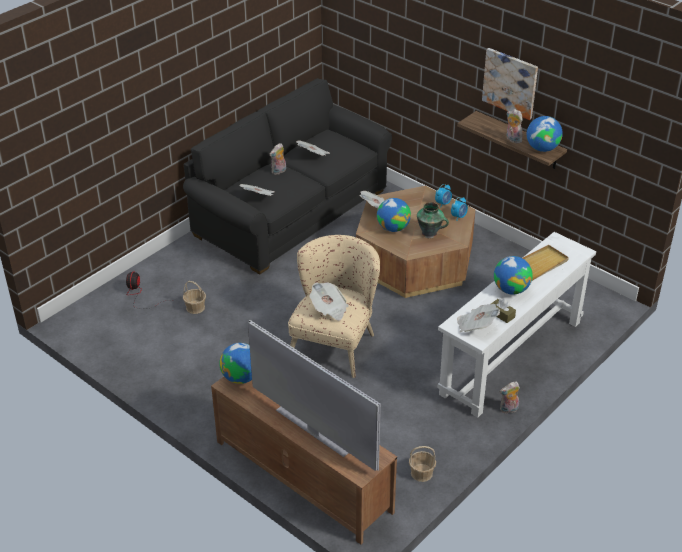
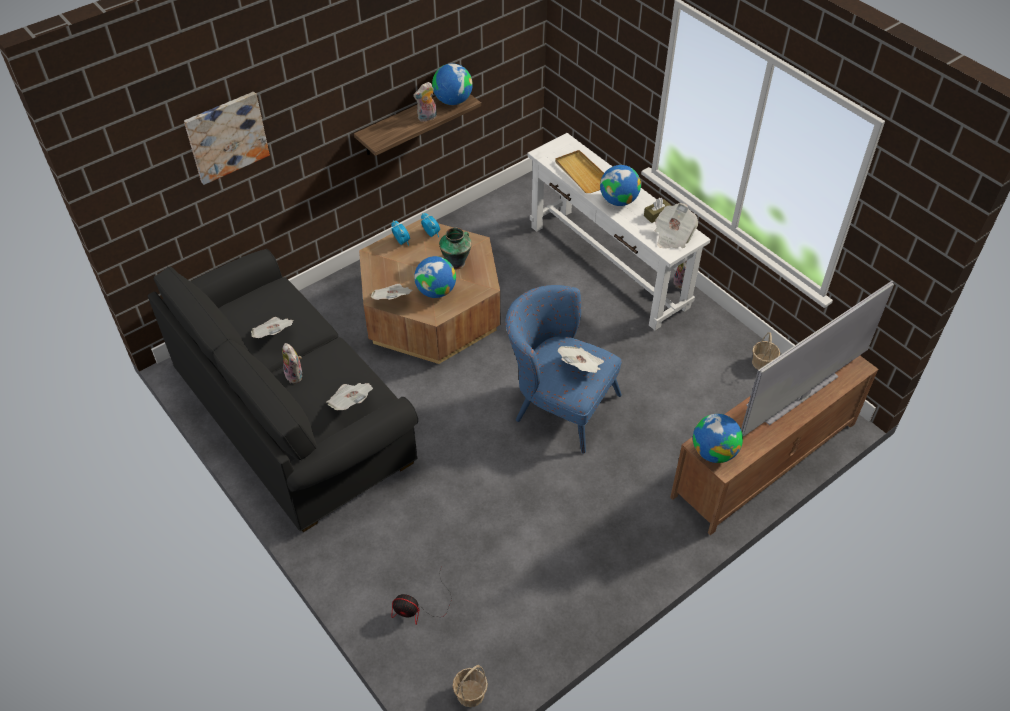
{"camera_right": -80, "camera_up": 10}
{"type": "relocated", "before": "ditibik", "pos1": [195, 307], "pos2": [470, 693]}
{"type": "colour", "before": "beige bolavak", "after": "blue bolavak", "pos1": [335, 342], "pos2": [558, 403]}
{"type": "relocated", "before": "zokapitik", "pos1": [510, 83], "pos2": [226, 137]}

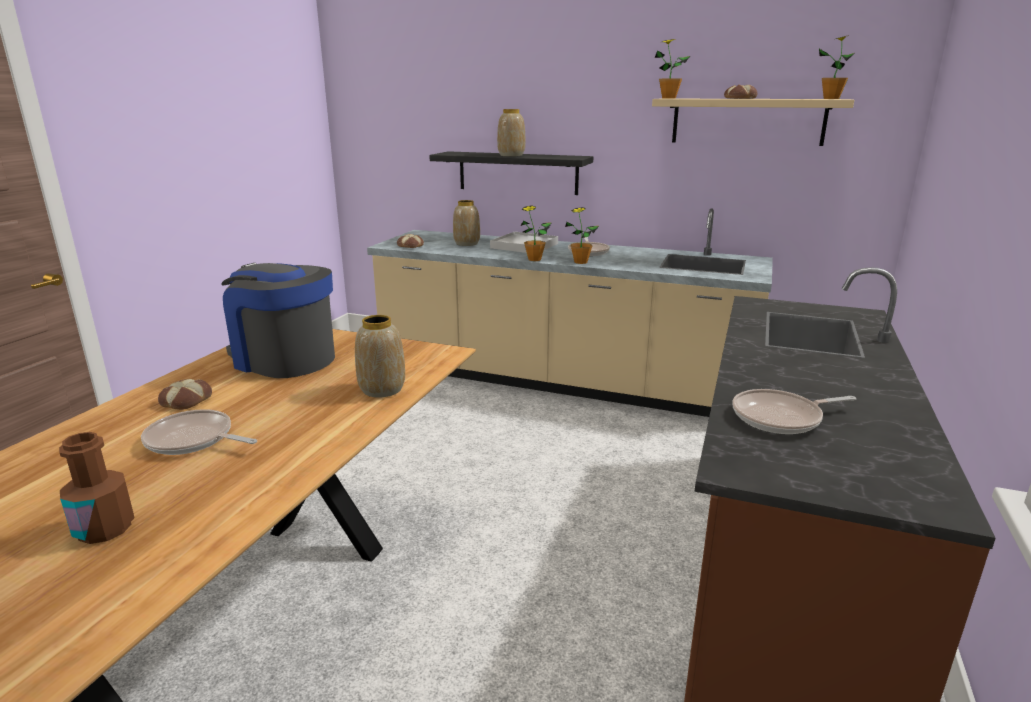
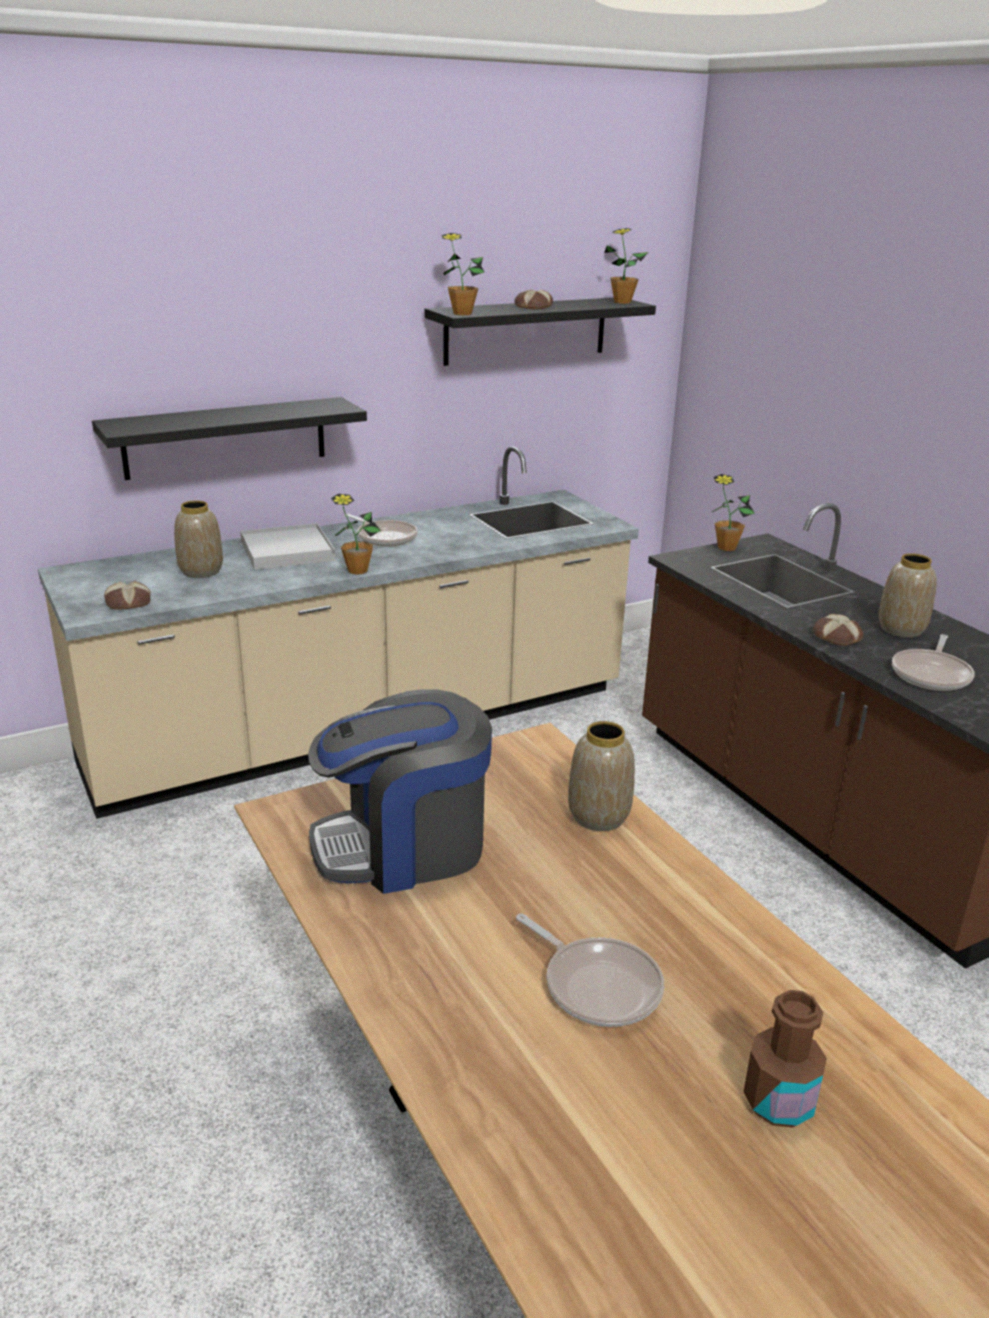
{"camera_right": -50, "camera_up": 5}
{"type": "spun", "before": "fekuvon", "pos1": [193, 440], "pos2": [597, 985], "turn": -105}
{"type": "relocated", "before": "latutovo", "pos1": [185, 400], "pos2": [835, 637]}
{"type": "relocated", "before": "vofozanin", "pos1": [511, 155], "pos2": [901, 629]}
{"type": "relocated", "before": "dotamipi", "pos1": [580, 262], "pos2": [726, 548]}
{"type": "colour", "before": "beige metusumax", "after": "black metusumax", "pos1": [747, 121], "pos2": [526, 330]}

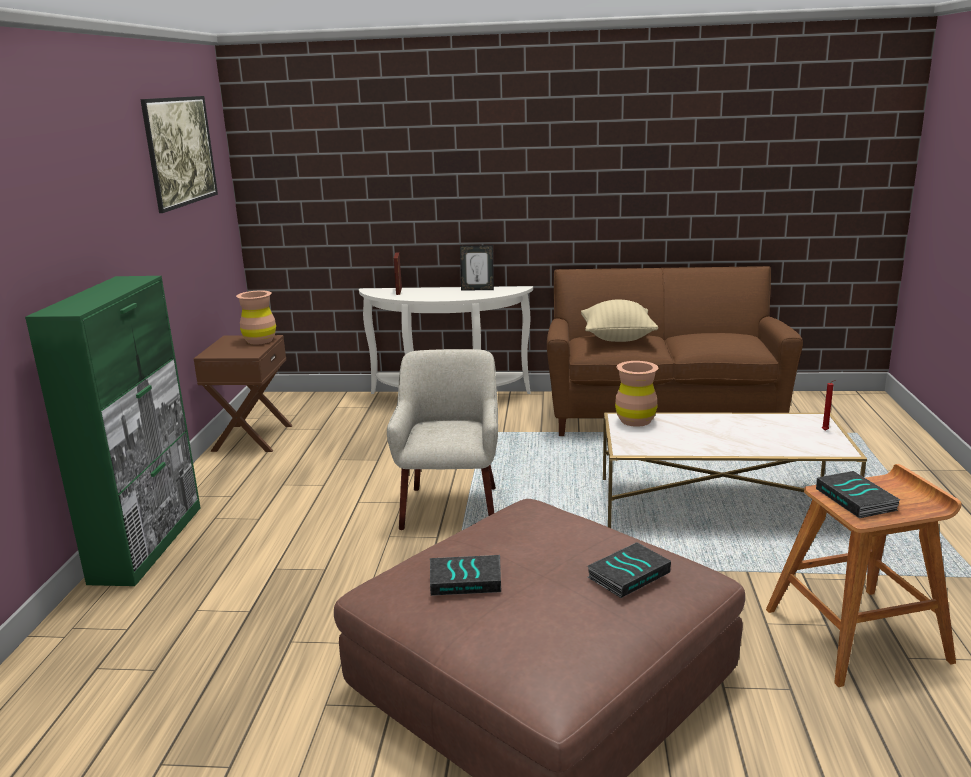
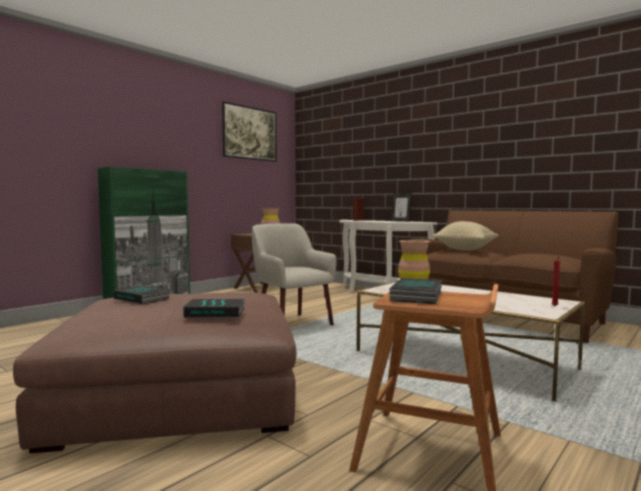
{"camera_right": 35, "camera_up": -15}
{"type": "spun", "before": "beige bolavak", "pos1": [451, 507], "pos2": [292, 323], "turn": -75}

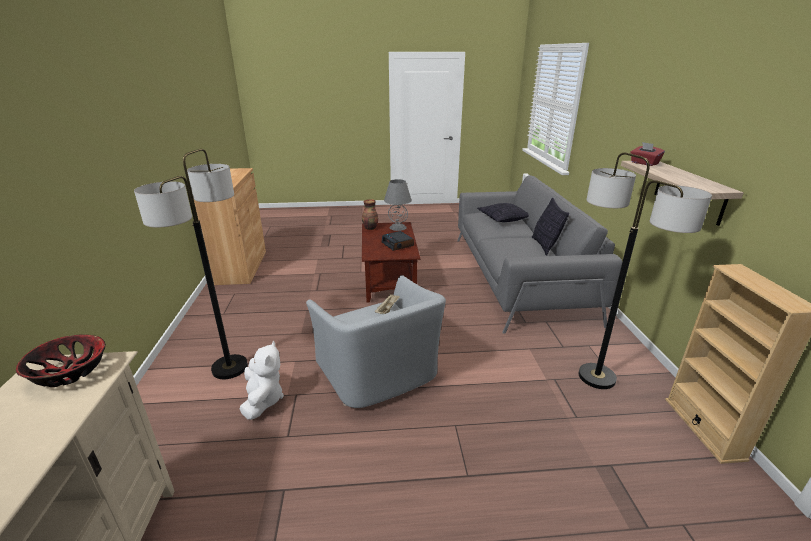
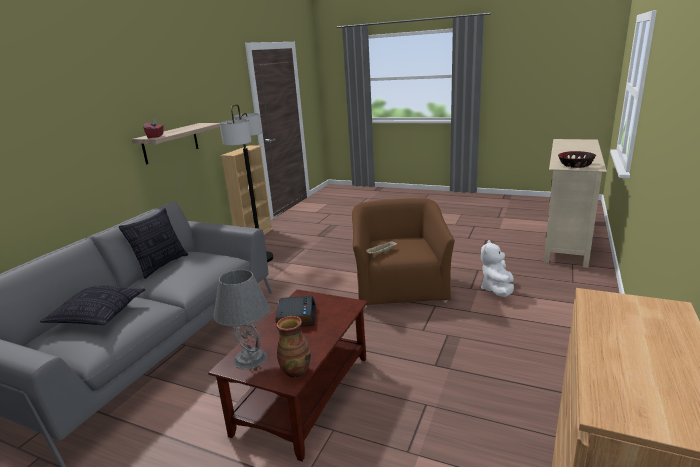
{"camera_right": -150, "camera_up": -5}
{"type": "missing", "before": "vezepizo", "pos1": [229, 368]}
{"type": "colour", "before": "grey bolavak", "after": "brown bolavak", "pos1": [379, 373], "pos2": [400, 287]}

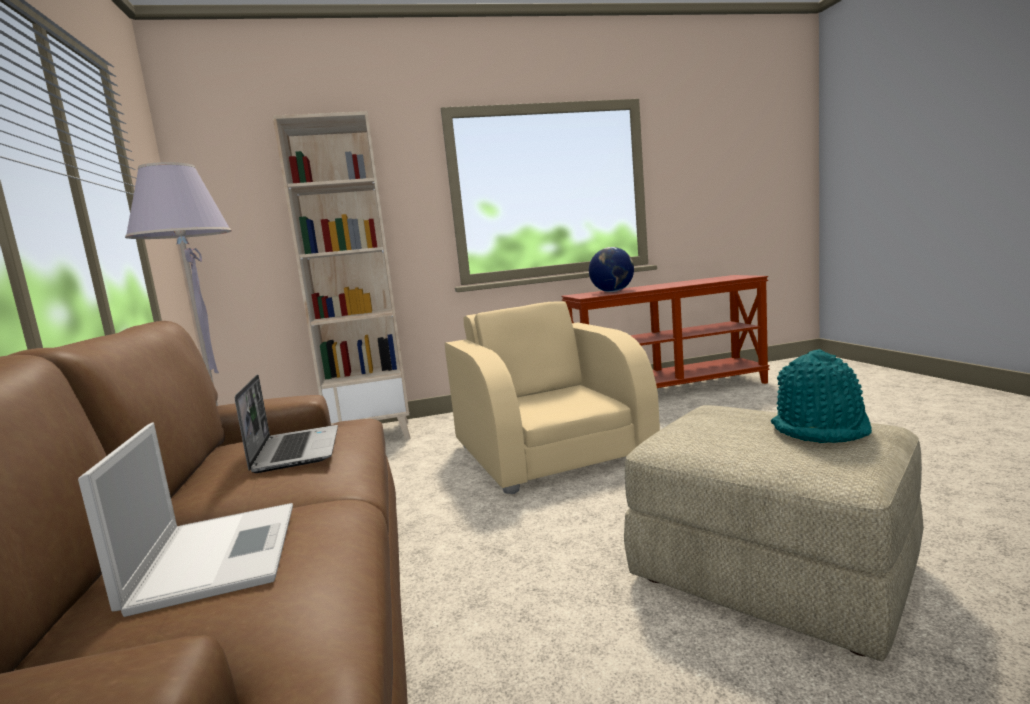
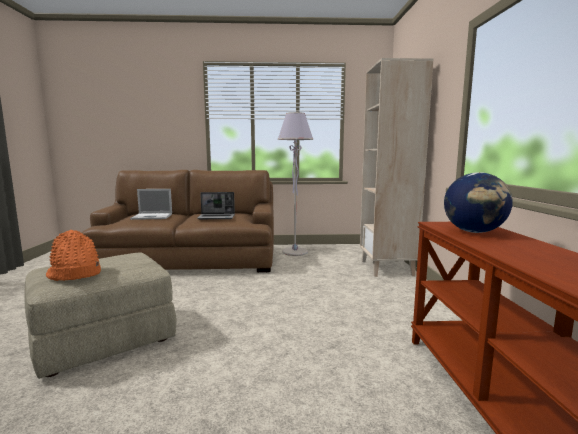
{"camera_right": 100, "camera_up": 0}
{"type": "missing", "before": "beige bolavak", "pos1": [550, 451]}
{"type": "colour", "before": "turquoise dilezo", "after": "orange dilezo", "pos1": [820, 429], "pos2": [74, 274]}

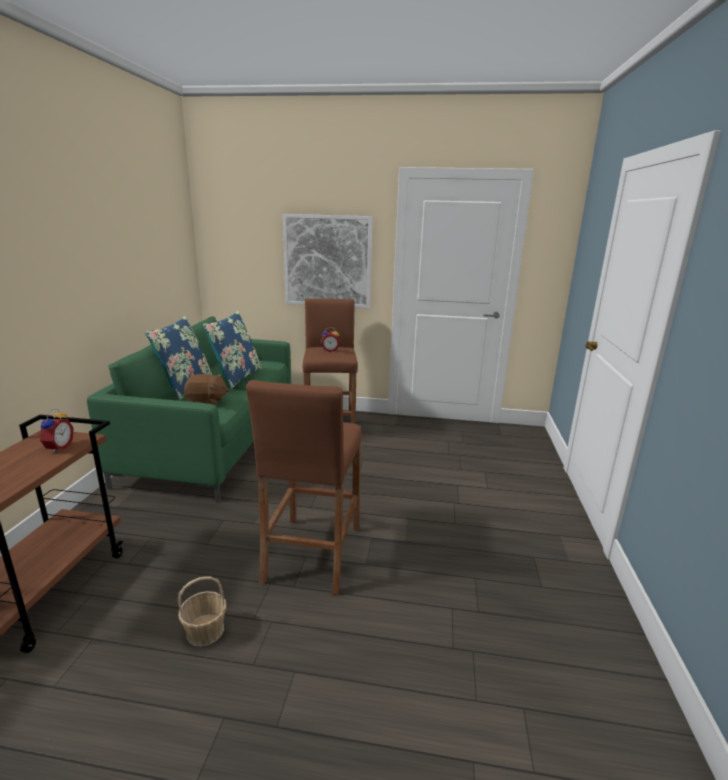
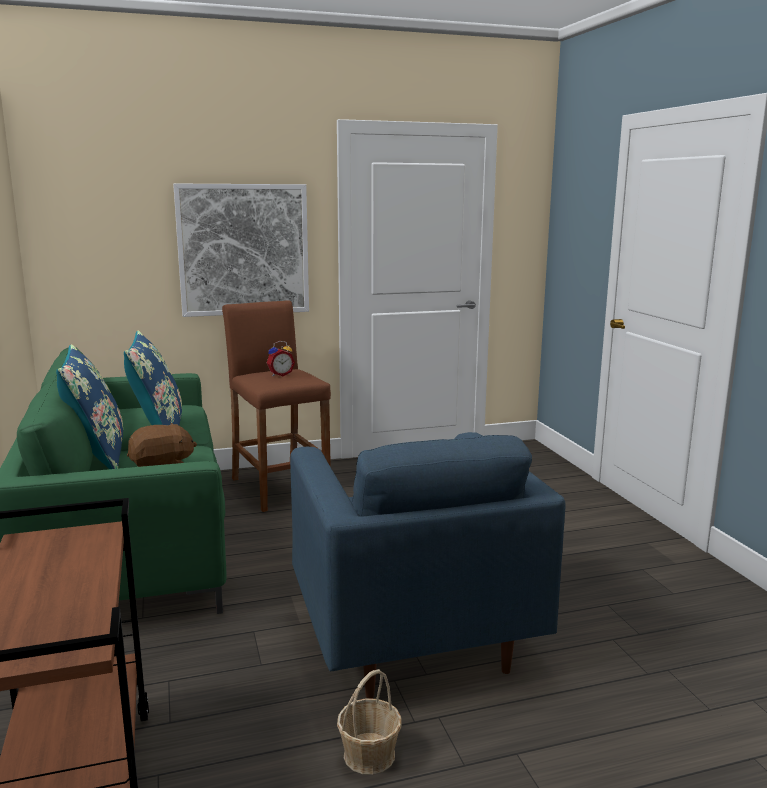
{"camera_right": -25, "camera_up": -5}
{"type": "missing", "before": "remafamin", "pos1": [58, 447]}
{"type": "exchanged", "before": "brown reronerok", "after": "blue bolavak", "pos1": [312, 554], "pos2": [412, 634]}

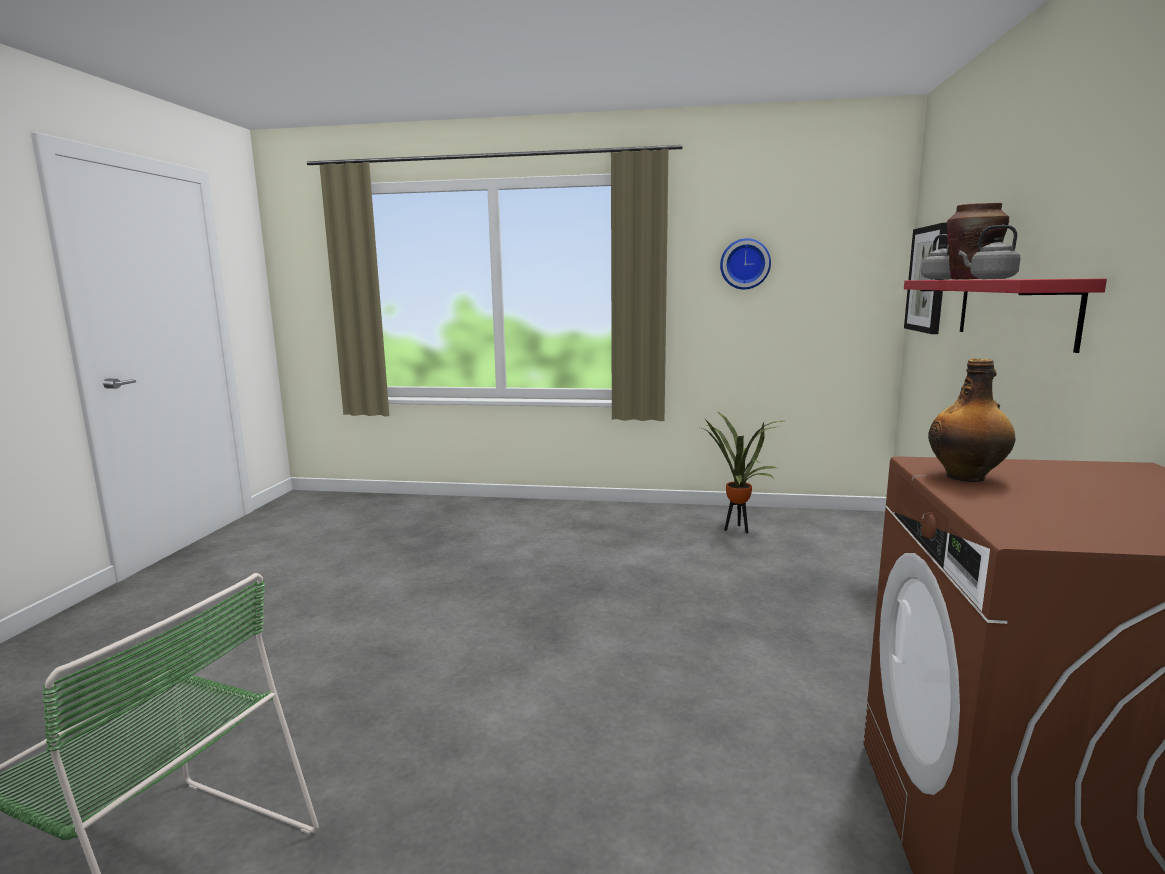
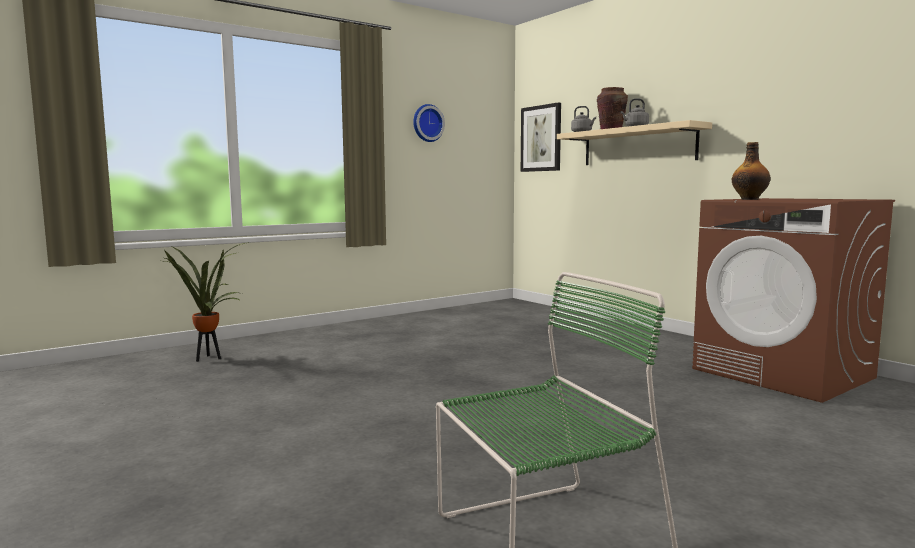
{"camera_right": -45, "camera_up": -5}
{"type": "relocated", "before": "dotamipi", "pos1": [737, 530], "pos2": [209, 359]}
{"type": "colour", "before": "red metusumax", "after": "beige metusumax", "pos1": [1013, 310], "pos2": [638, 146]}

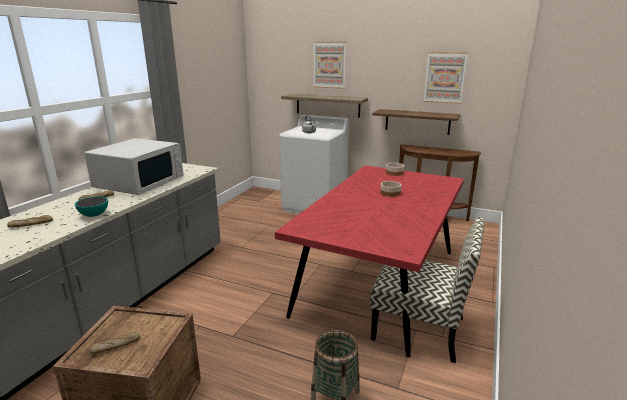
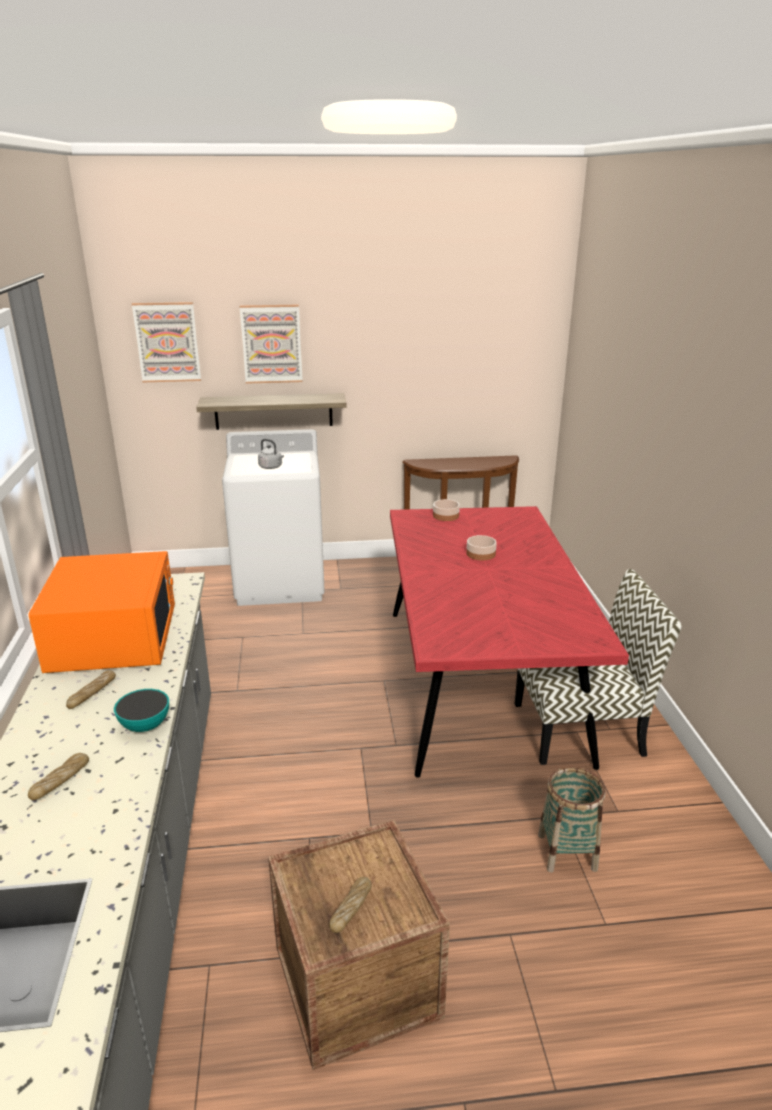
{"camera_right": -30, "camera_up": 5}
{"type": "colour", "before": "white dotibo", "after": "orange dotibo", "pos1": [140, 182], "pos2": [114, 637]}
{"type": "missing", "before": "metusumax", "pos1": [417, 121]}
{"type": "relocated", "before": "zokapitik", "pos1": [444, 77], "pos2": [167, 342]}

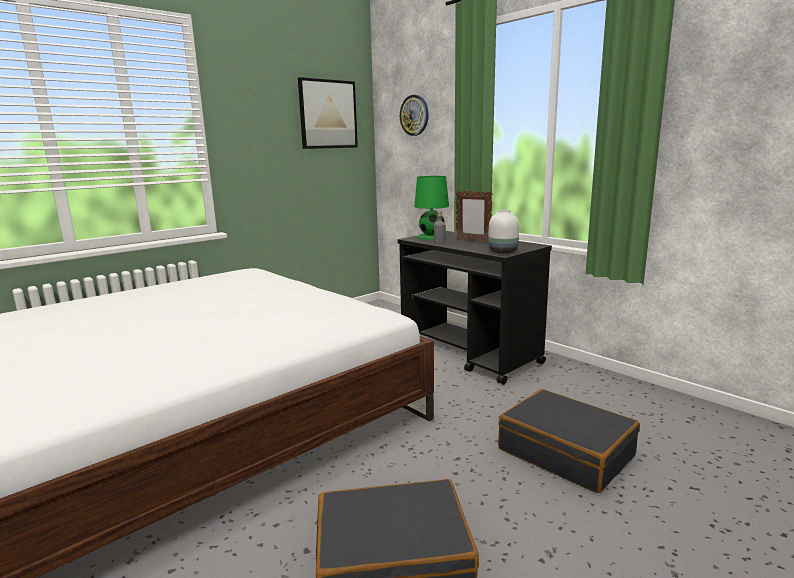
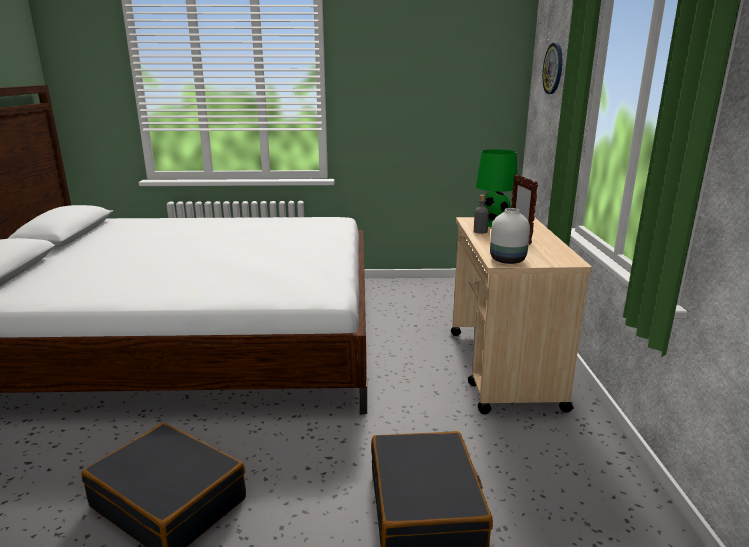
{"camera_right": 40, "camera_up": 5}
{"type": "missing", "before": "zokapitik", "pos1": [328, 114]}
{"type": "colour", "before": "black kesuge", "after": "beige kesuge", "pos1": [470, 354], "pos2": [503, 369]}

